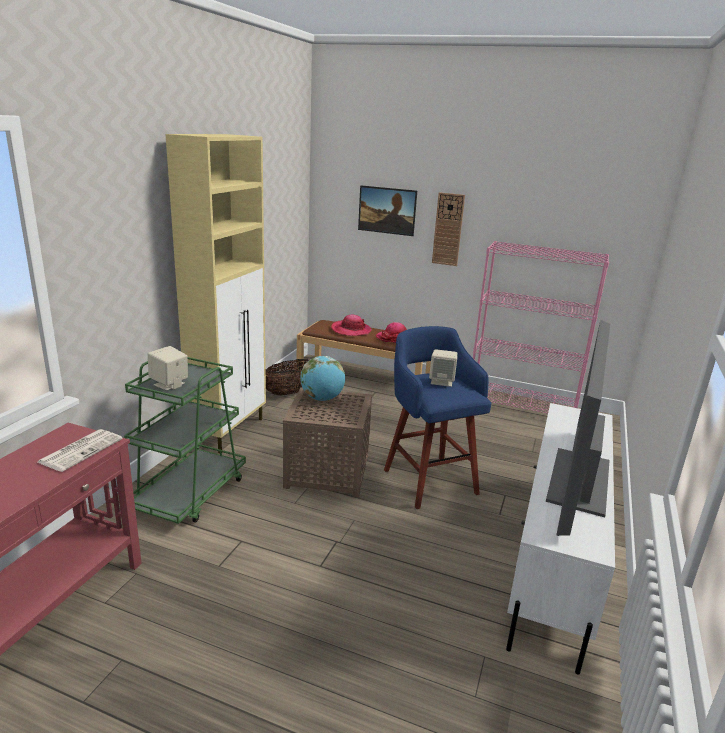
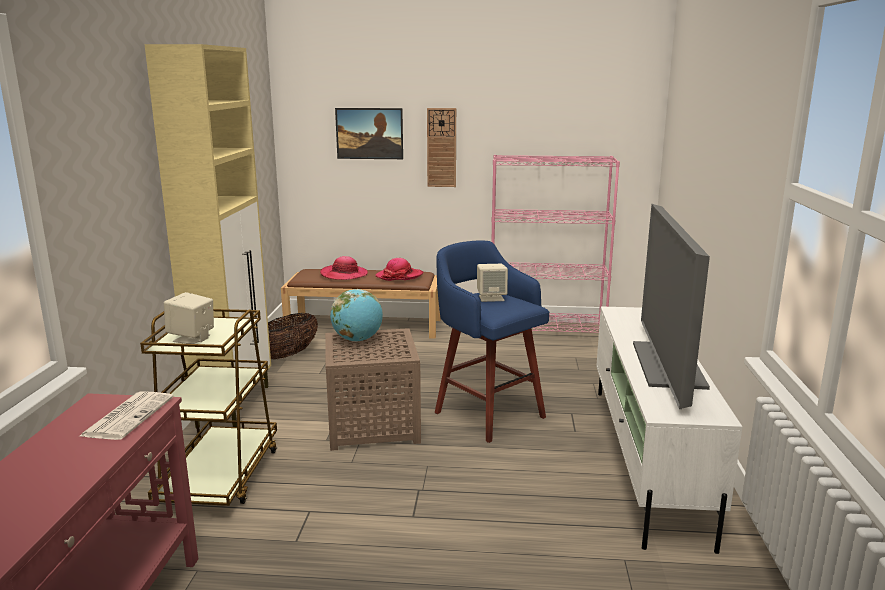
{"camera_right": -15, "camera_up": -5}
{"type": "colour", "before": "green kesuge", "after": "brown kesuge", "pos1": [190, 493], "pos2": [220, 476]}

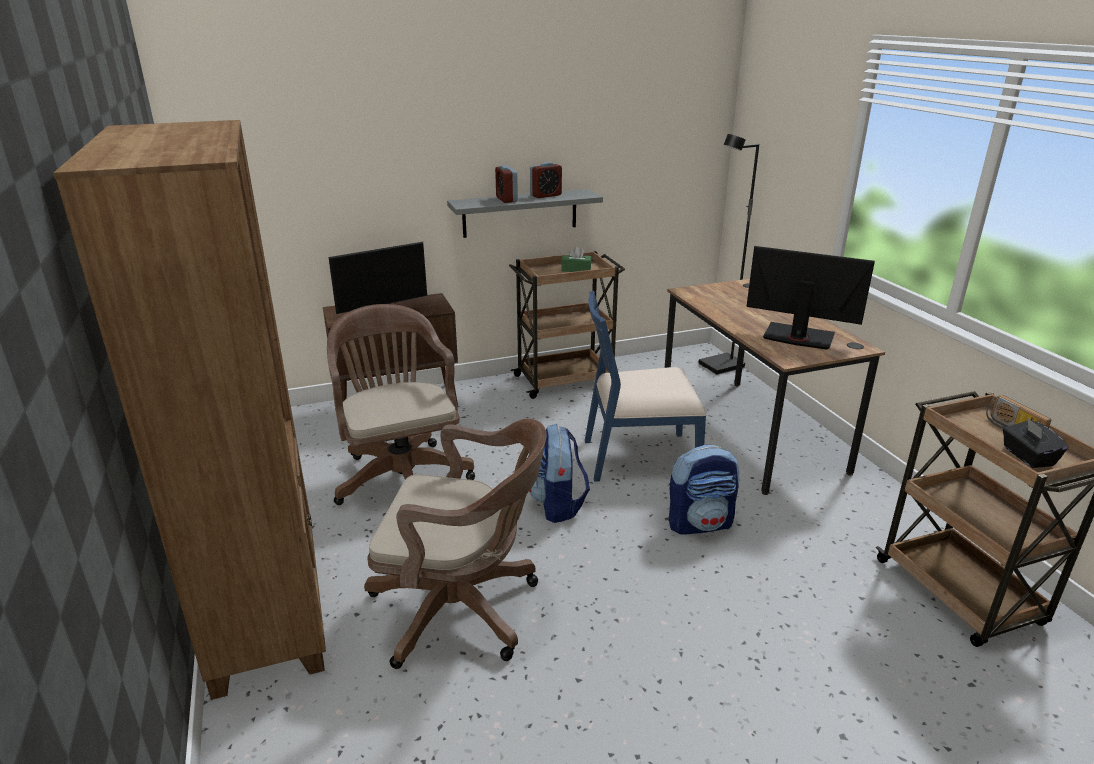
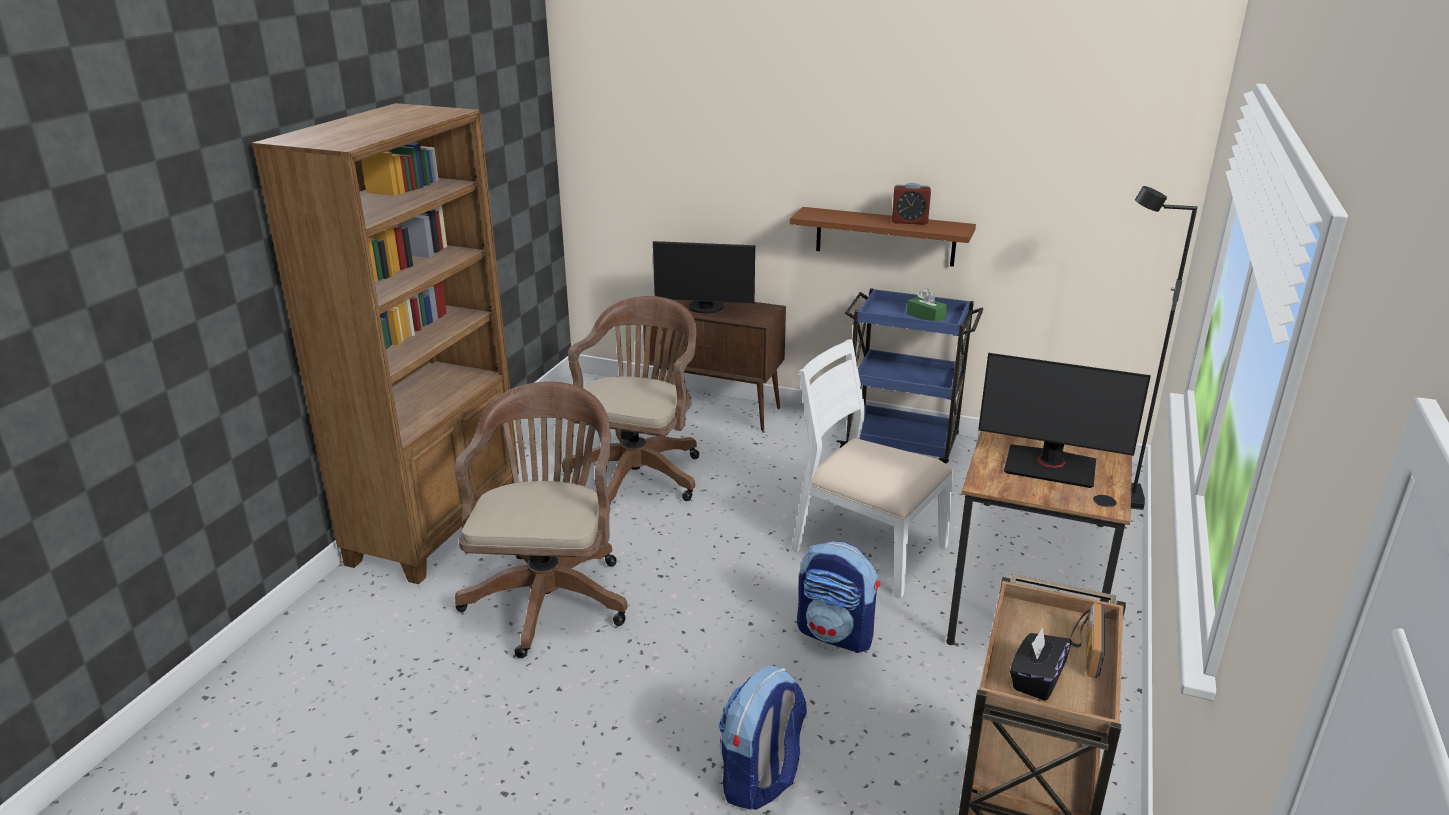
{"camera_right": 40, "camera_up": 0}
{"type": "spun", "before": "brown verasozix", "pos1": [463, 610], "pos2": [549, 595], "turn": -135}
{"type": "colour", "before": "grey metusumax", "after": "brown metusumax", "pos1": [520, 213], "pos2": [885, 236]}
{"type": "missing", "before": "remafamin", "pos1": [506, 199]}
{"type": "colour", "before": "brown kesuge", "after": "blue kesuge", "pos1": [565, 380], "pos2": [902, 445]}
{"type": "relocated", "before": "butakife", "pos1": [558, 505], "pos2": [761, 779]}
{"type": "colour", "before": "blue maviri", "after": "white maviri", "pos1": [639, 457], "pos2": [867, 549]}
{"type": "spun", "before": "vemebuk", "pos1": [798, 337], "pos2": [1050, 466], "turn": 135}

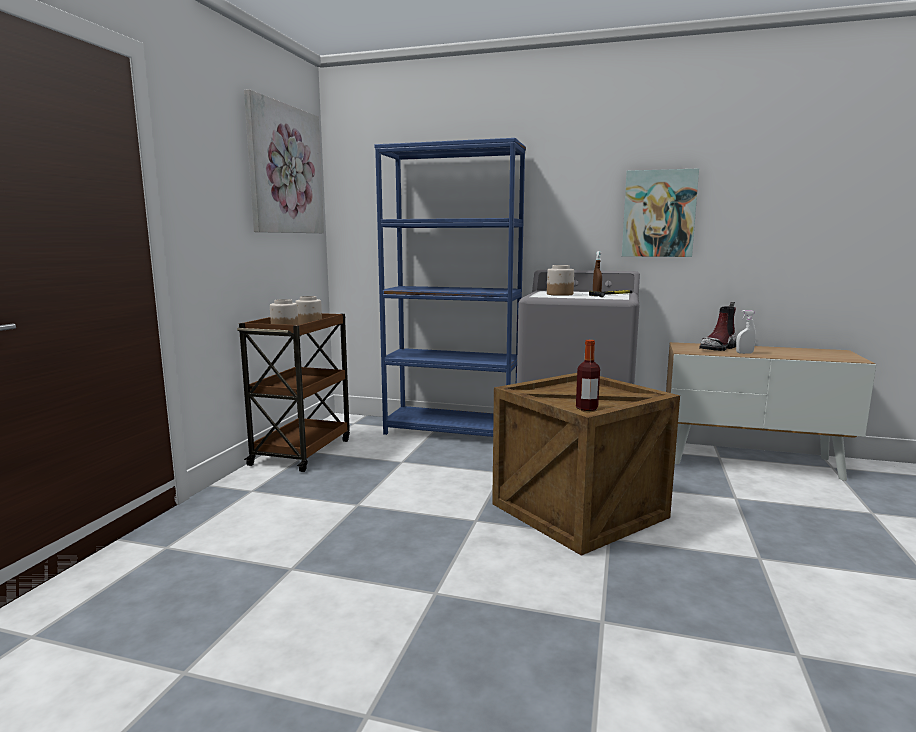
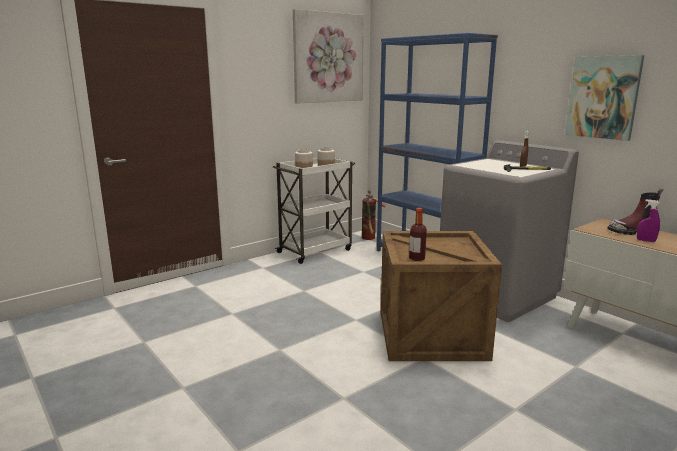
{"camera_right": 35, "camera_up": 5}
{"type": "colour", "before": "brown kesuge", "after": "white kesuge", "pos1": [302, 451], "pos2": [315, 251]}
{"type": "missing", "before": "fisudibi", "pos1": [559, 294]}
{"type": "colour", "before": "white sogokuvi", "after": "purple sogokuvi", "pos1": [744, 353], "pos2": [646, 241]}
{"type": "appeared", "after": "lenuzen", "pos2": [370, 239]}

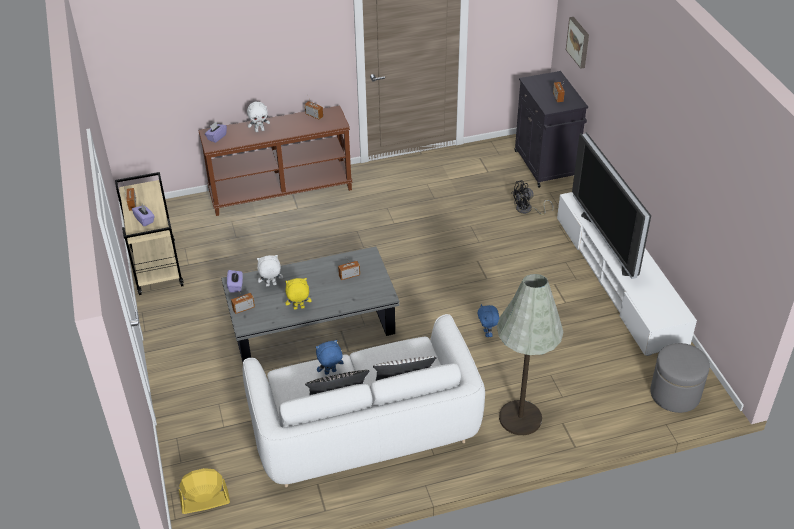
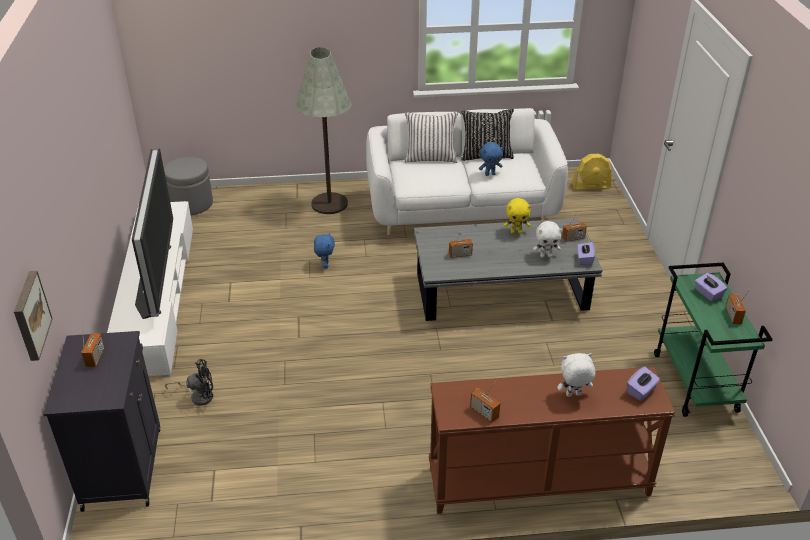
{"camera_right": -170, "camera_up": -5}
{"type": "colour", "before": "beige kesuge", "after": "green kesuge", "pos1": [156, 267], "pos2": [696, 383]}

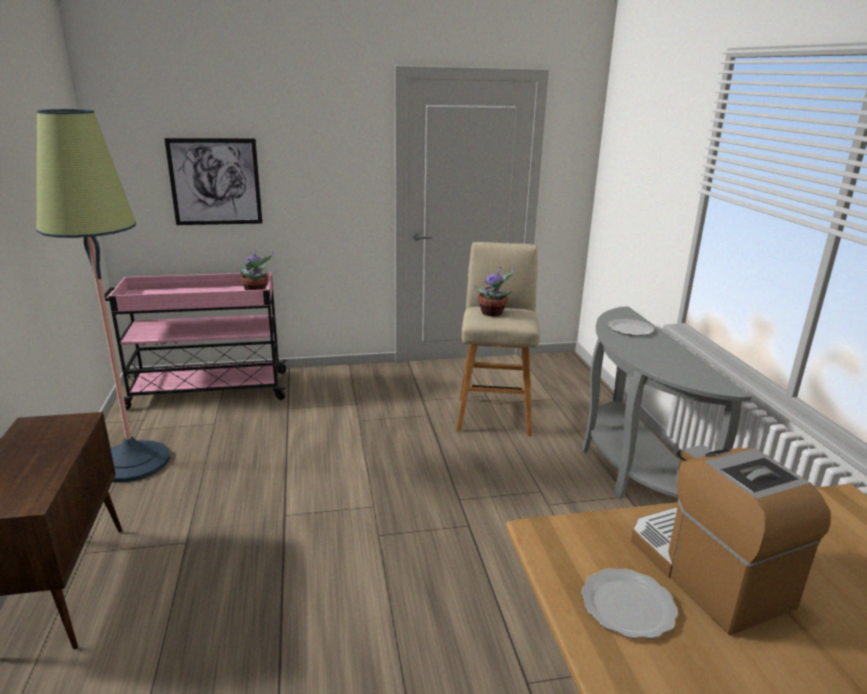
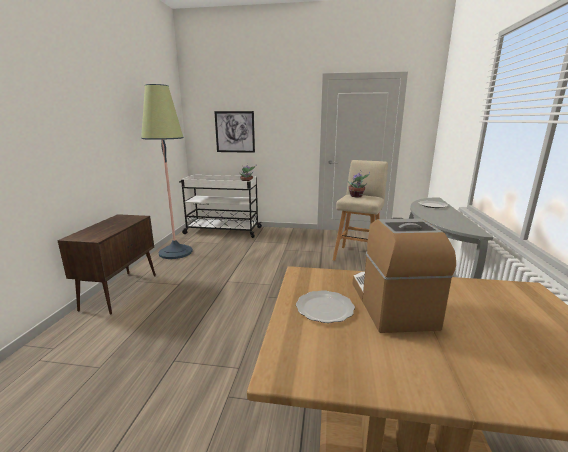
{"camera_right": 20, "camera_up": -5}
{"type": "colour", "before": "pink kesuge", "after": "white kesuge", "pos1": [206, 390], "pos2": [222, 230]}

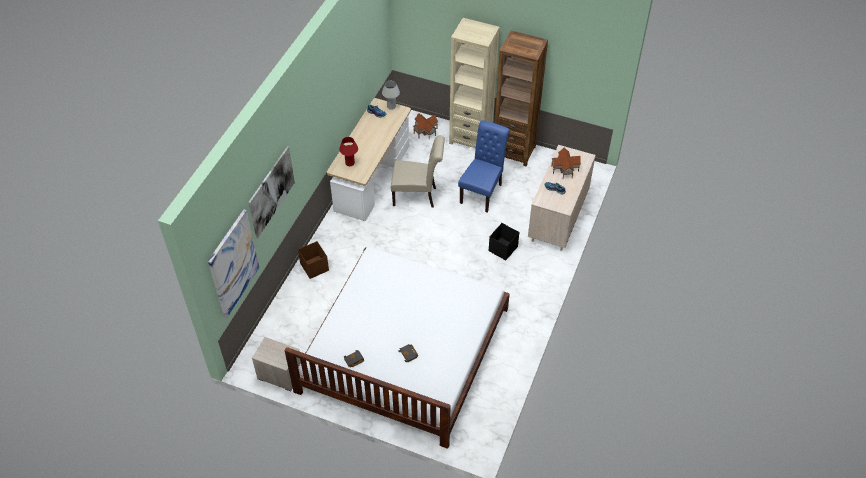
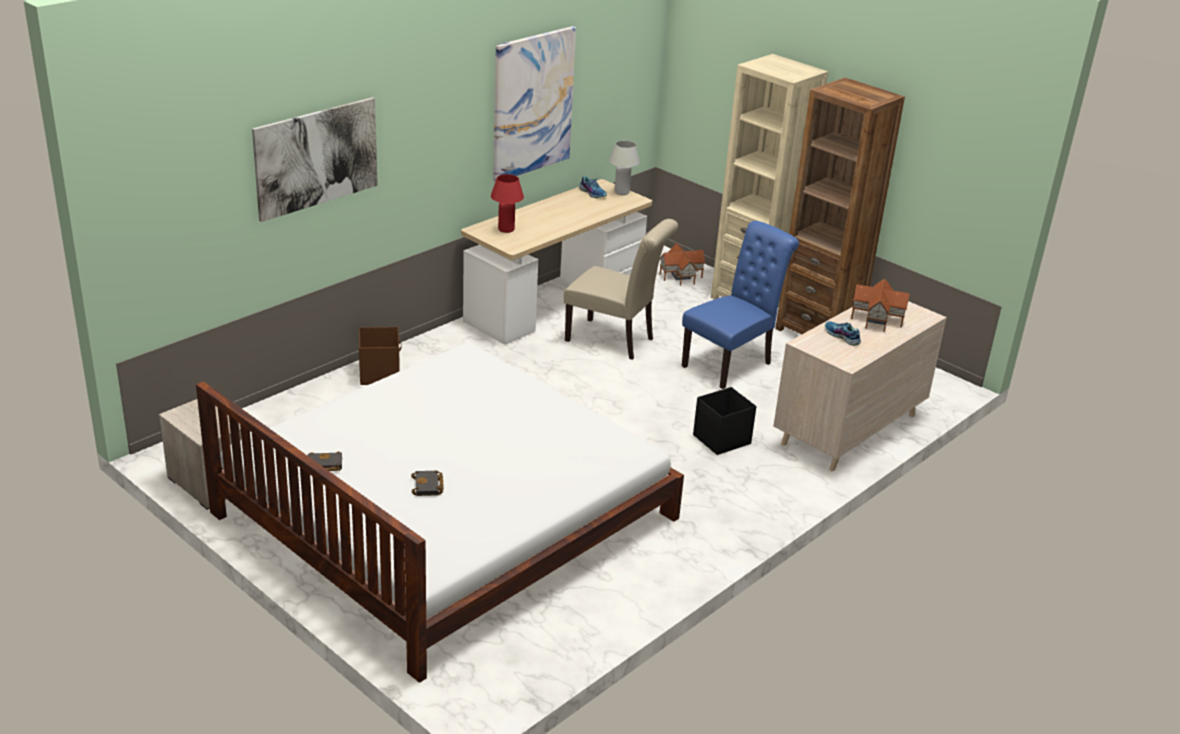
{"camera_right": 20, "camera_up": -20}
{"type": "relocated", "before": "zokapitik", "pos1": [233, 264], "pos2": [532, 103]}

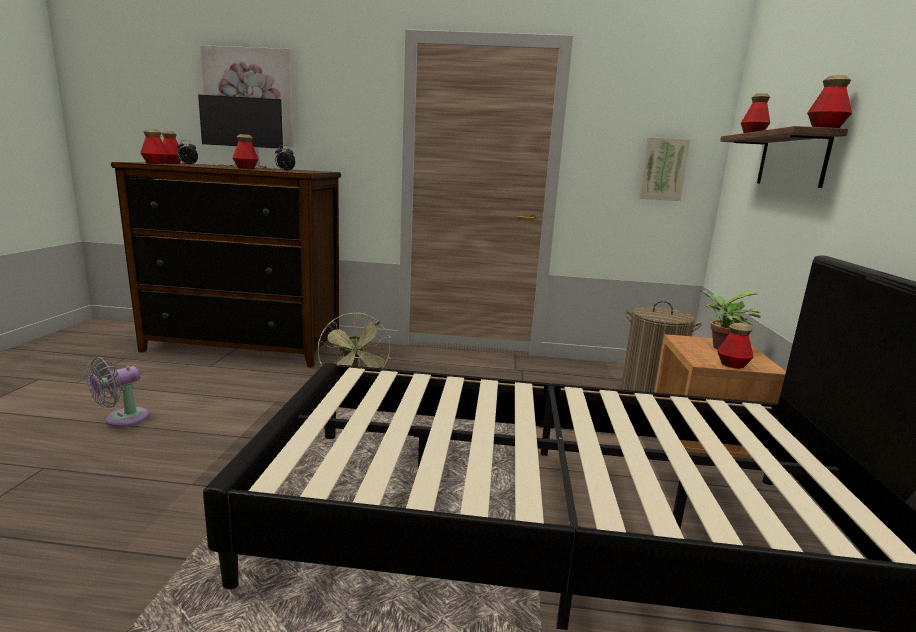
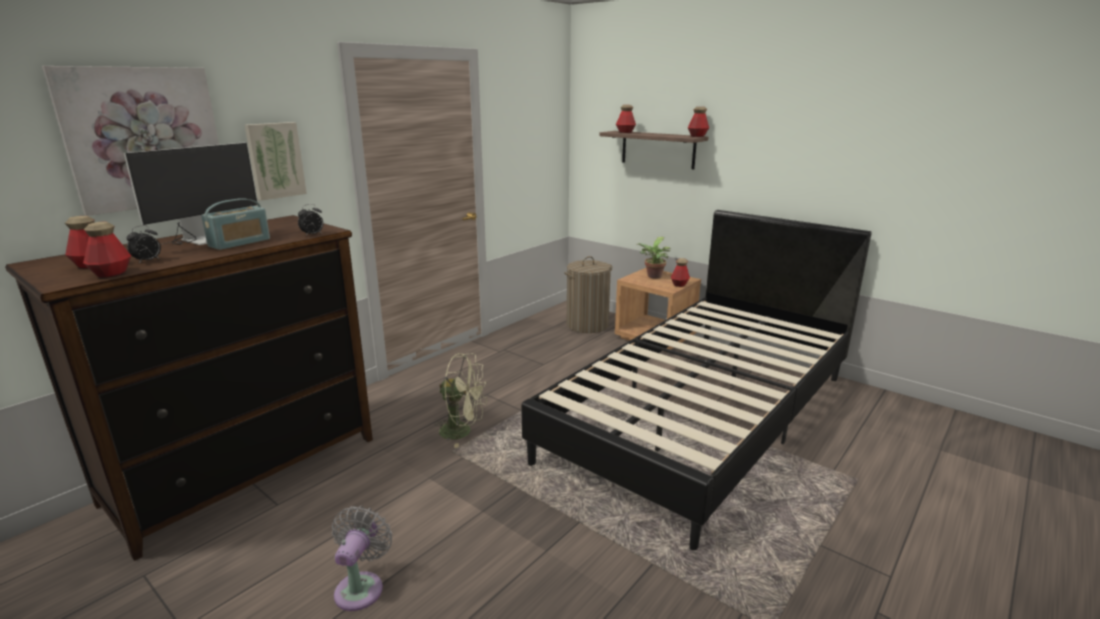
{"camera_right": -55, "camera_up": 5}
{"type": "spun", "before": "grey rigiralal", "pos1": [122, 419], "pos2": [361, 587], "turn": -150}
{"type": "exchanged", "before": "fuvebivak", "after": "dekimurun", "pos1": [246, 168], "pos2": [240, 243]}
{"type": "relocated", "before": "zokapitik", "pos1": [663, 169], "pos2": [275, 160]}

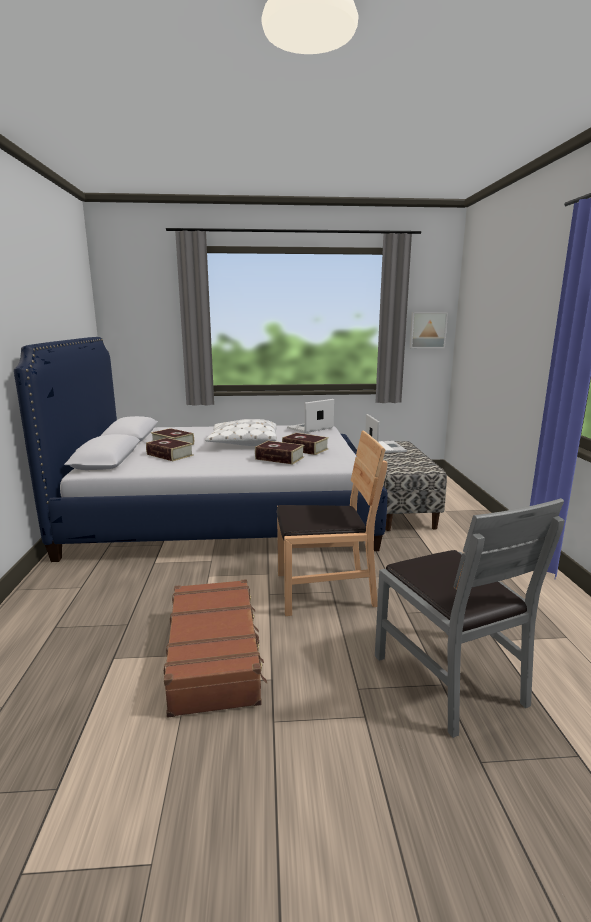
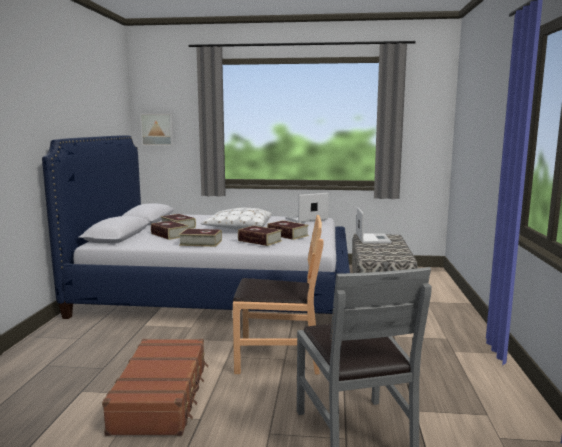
{"camera_right": 10, "camera_up": -5}
{"type": "relocated", "before": "zokapitik", "pos1": [427, 330], "pos2": [157, 129]}
{"type": "appeared", "after": "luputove", "pos2": [200, 243]}

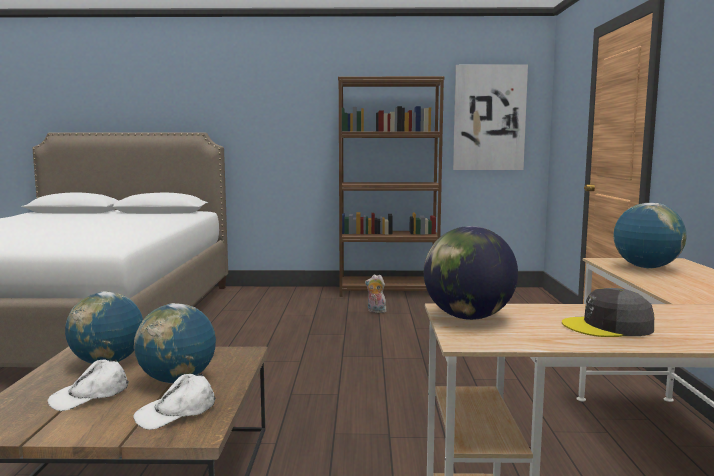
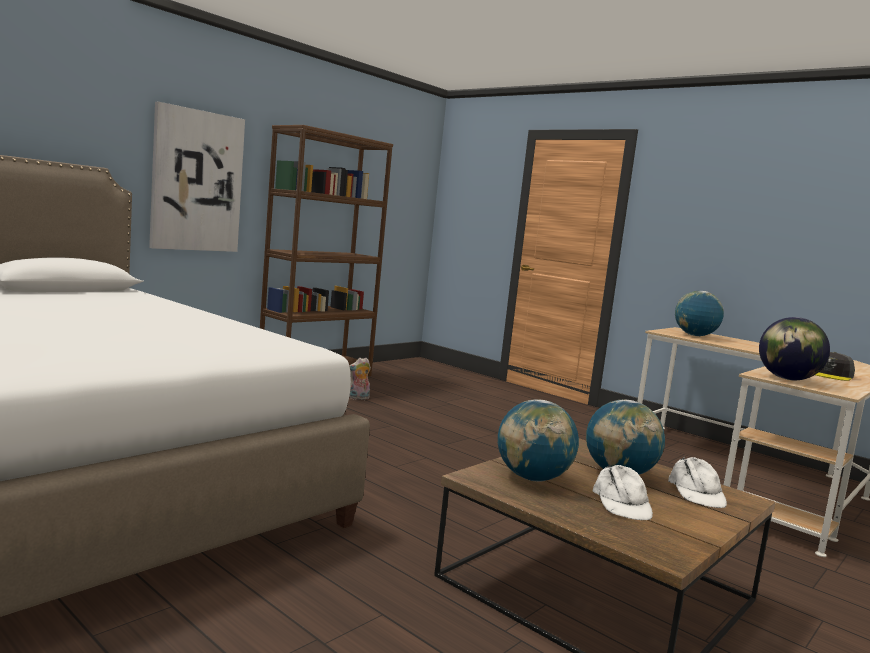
{"camera_right": -50, "camera_up": 0}
{"type": "relocated", "before": "zokapitik", "pos1": [489, 118], "pos2": [197, 181]}

